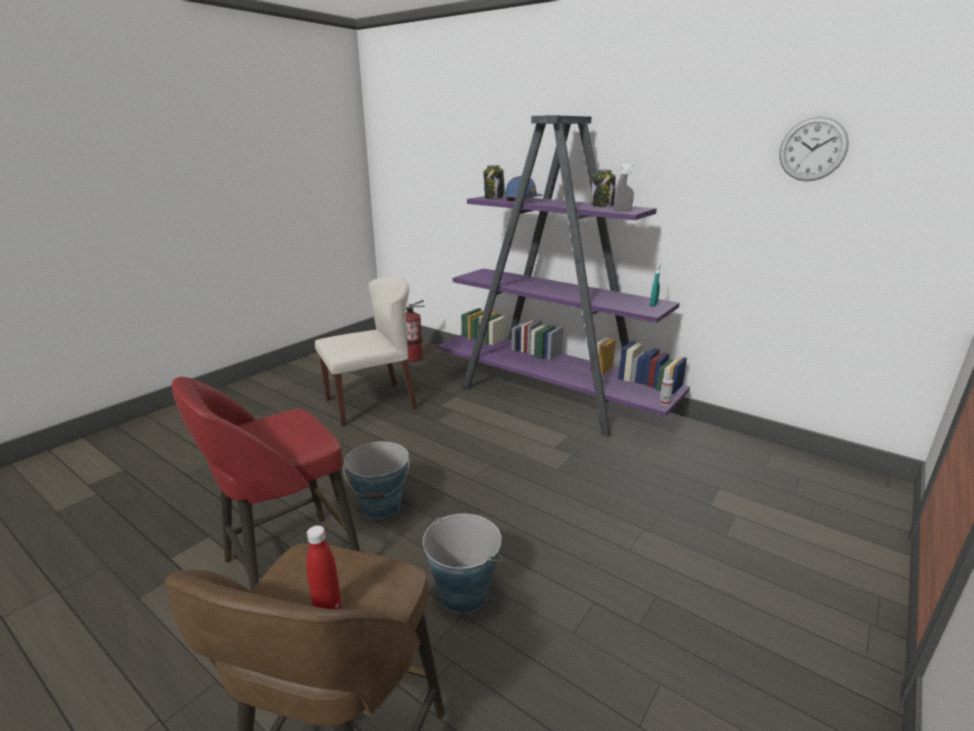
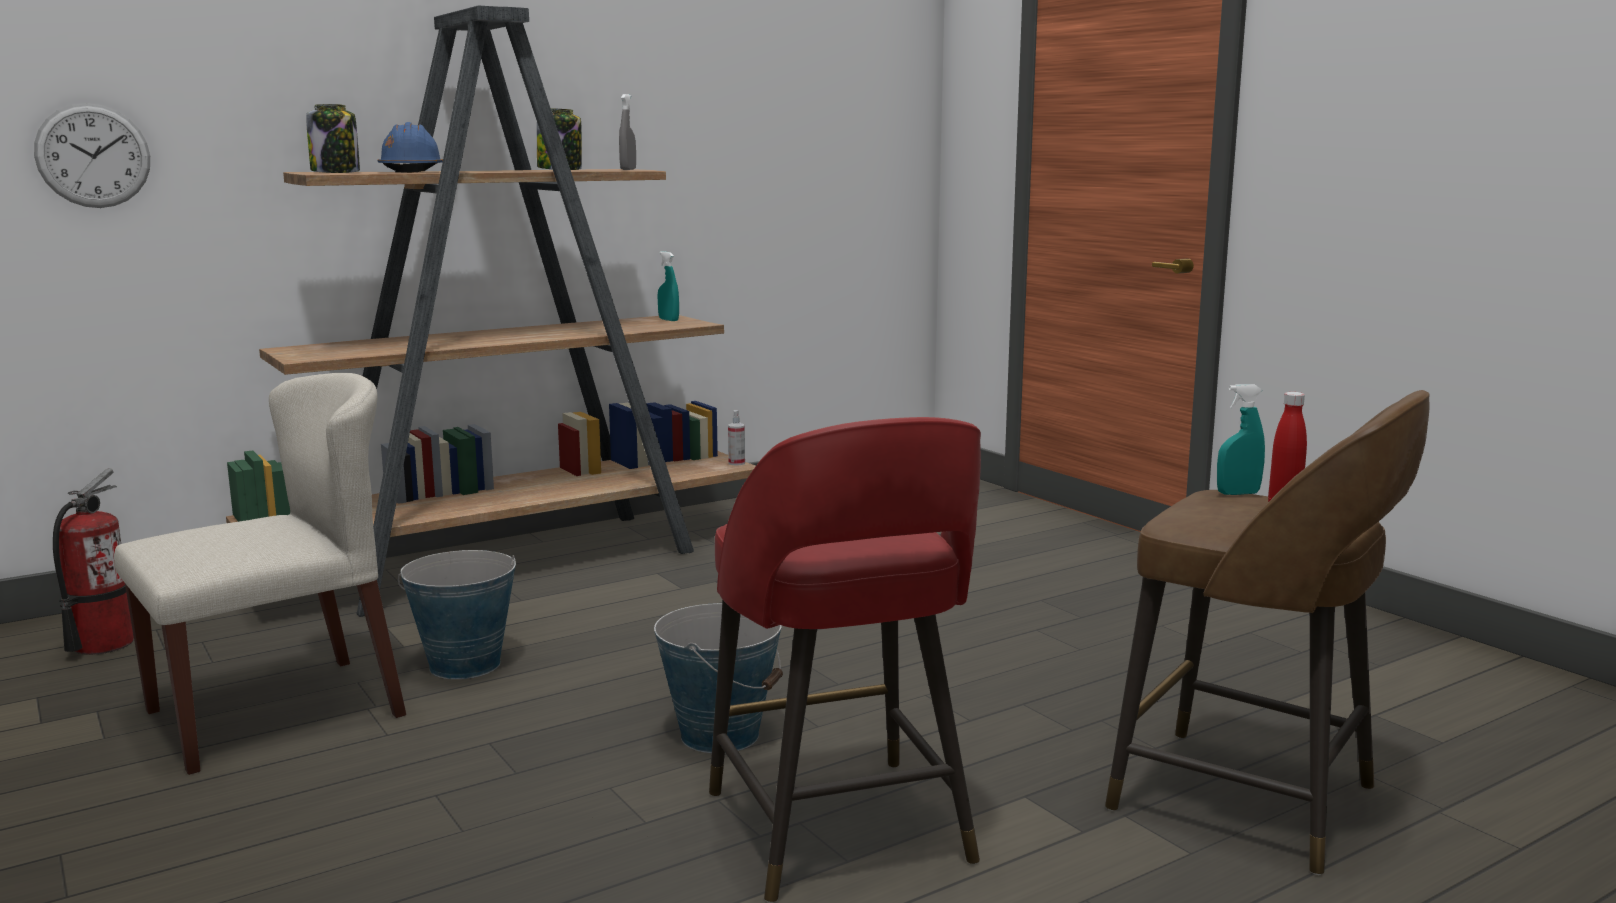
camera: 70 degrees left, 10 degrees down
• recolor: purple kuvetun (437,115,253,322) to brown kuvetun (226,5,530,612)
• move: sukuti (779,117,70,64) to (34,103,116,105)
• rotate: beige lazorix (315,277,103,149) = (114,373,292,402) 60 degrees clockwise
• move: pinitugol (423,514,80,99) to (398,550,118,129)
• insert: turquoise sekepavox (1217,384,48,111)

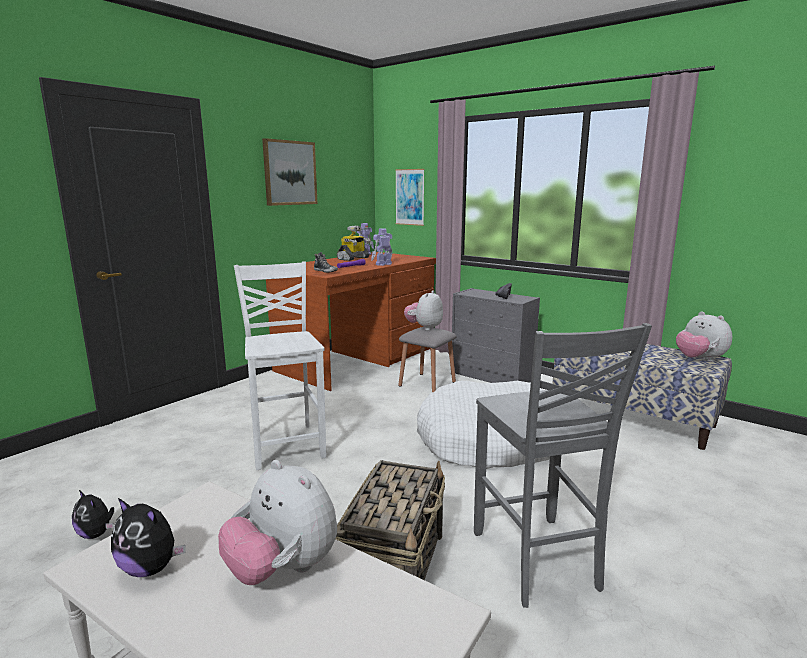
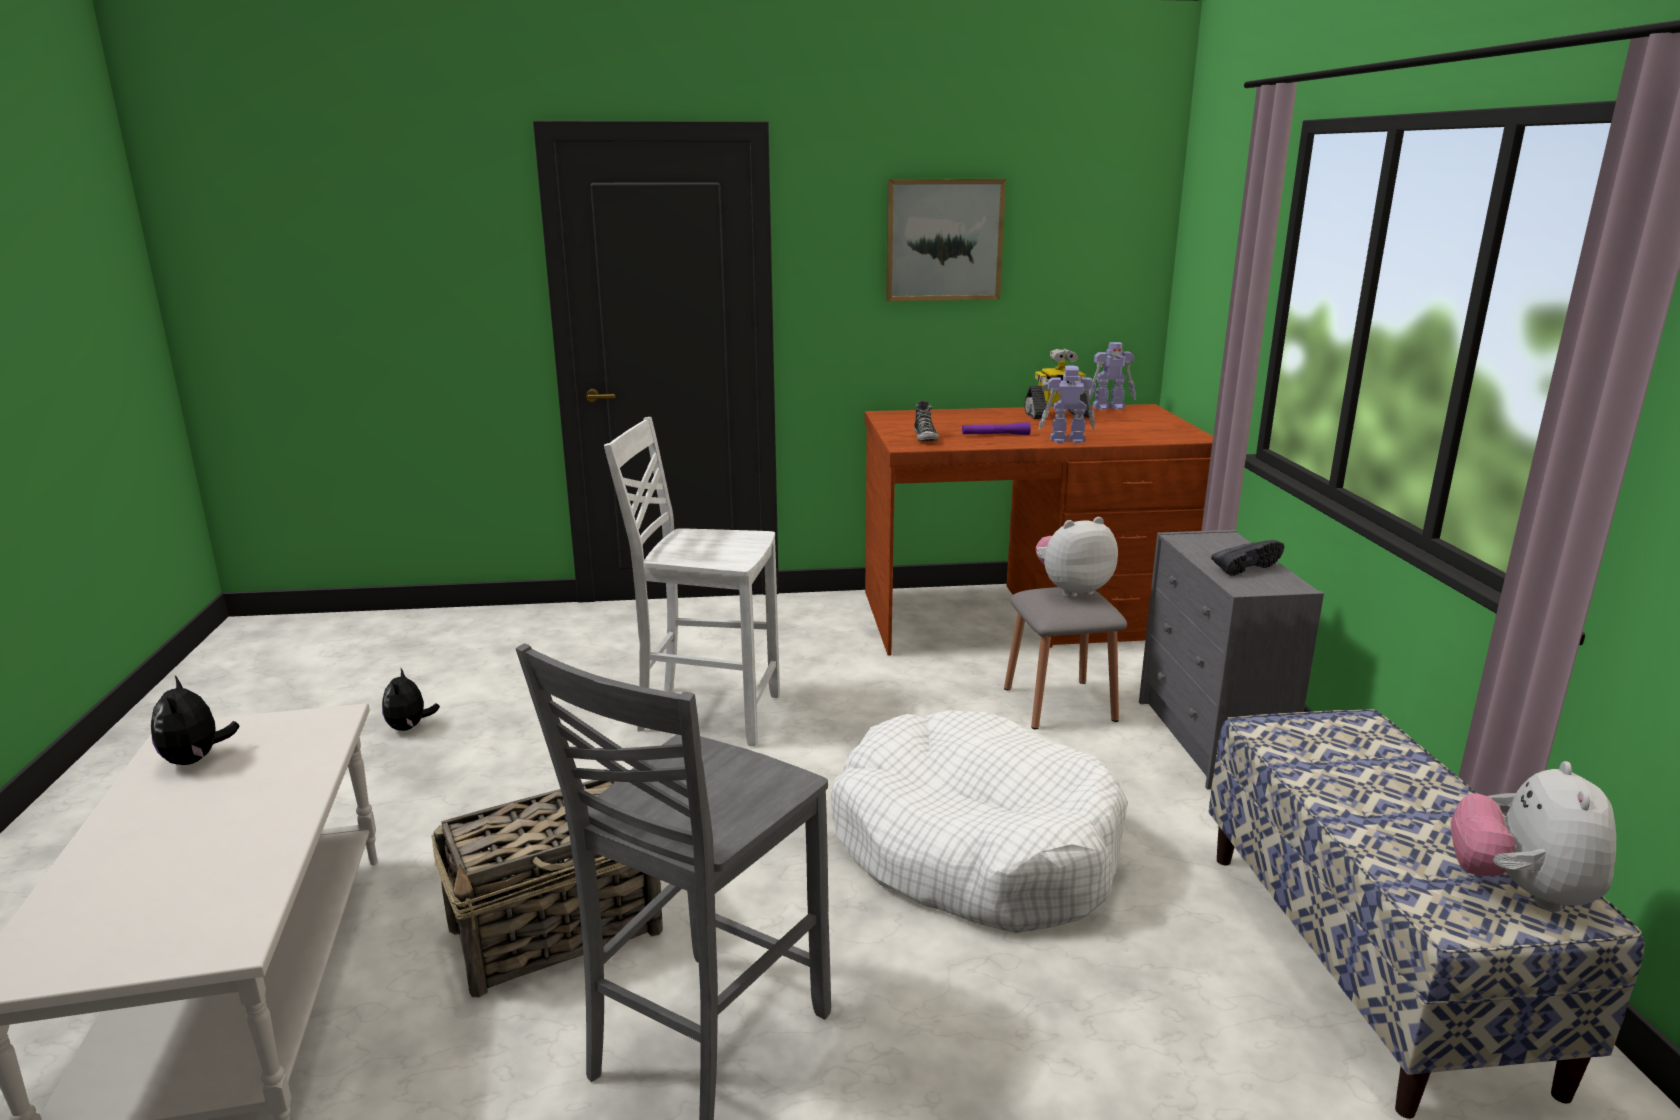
camera: 45 degrees right, 5 degrees up
• delete: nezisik (395,169,30,57)
• rotate: white lazorix (234,262,92,208) = (604,417,176,329) 105 degrees counterclockwise
• delete: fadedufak (218,460,119,125)

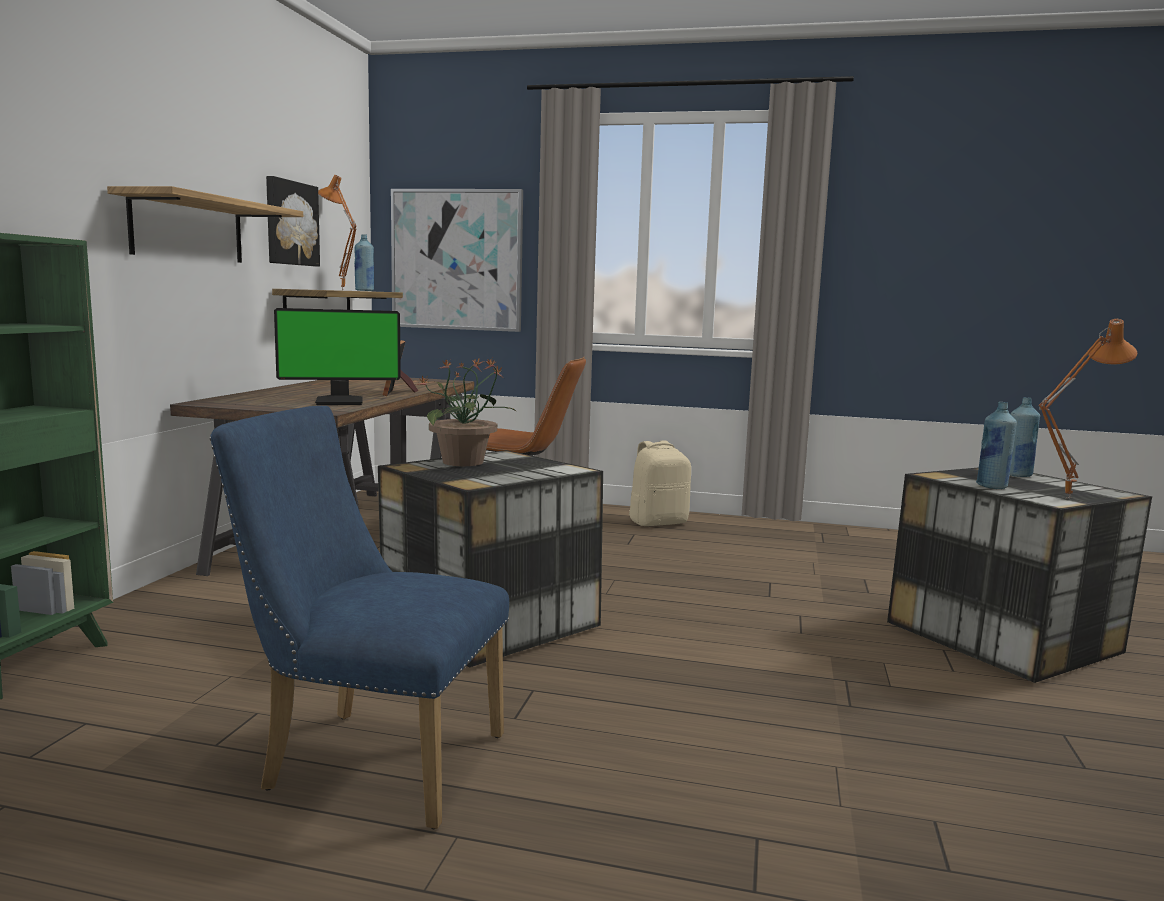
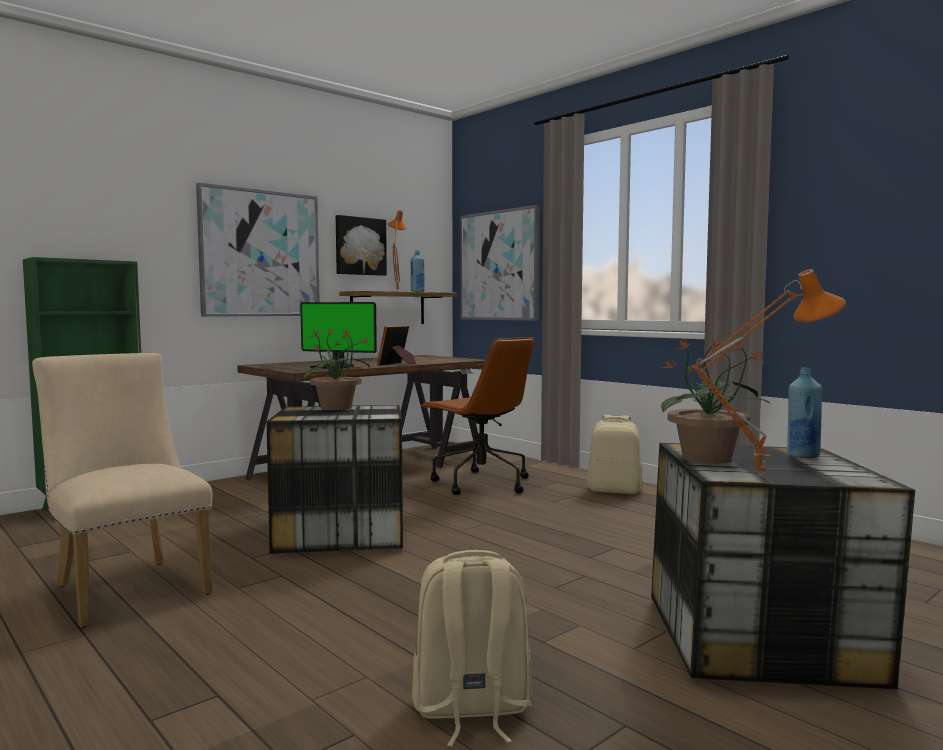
camera: 35 degrees right, 5 degrees down
• replace: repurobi (107,186,196,77) to nezisik (196,183,124,134)
• replace: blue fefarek (976,402,41,87) to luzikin (659,338,111,126)
• recolor: blue lazorix (209,406,300,423) to beige lazorix (32,353,180,275)
• insert: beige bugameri (412,550,121,196)

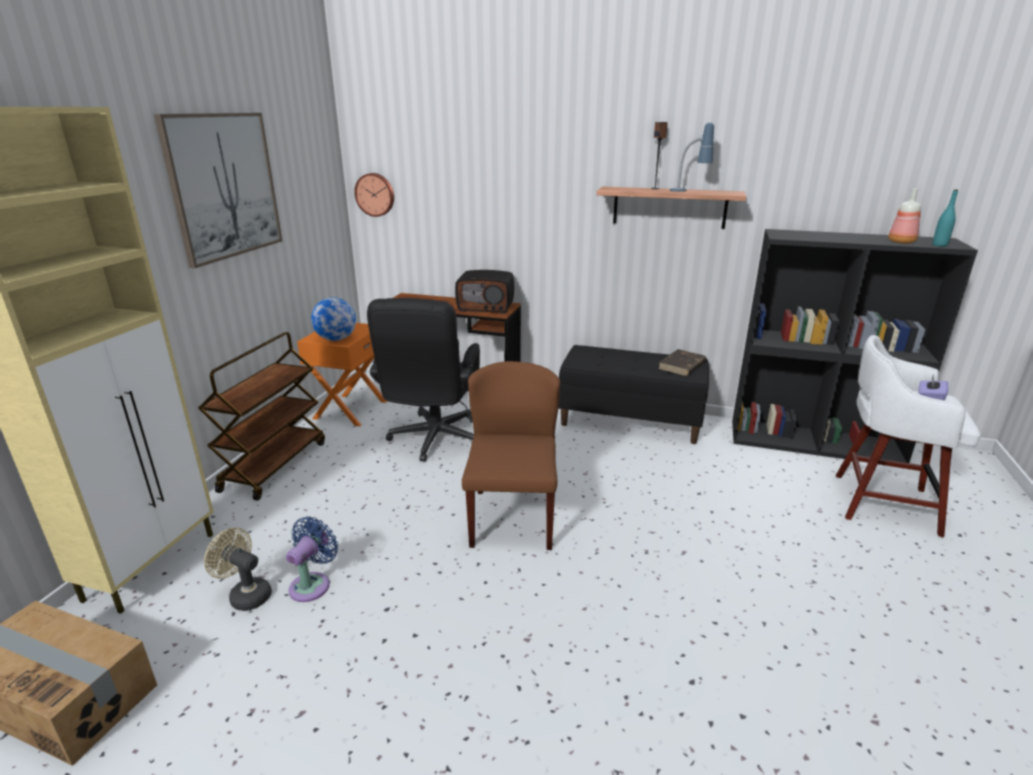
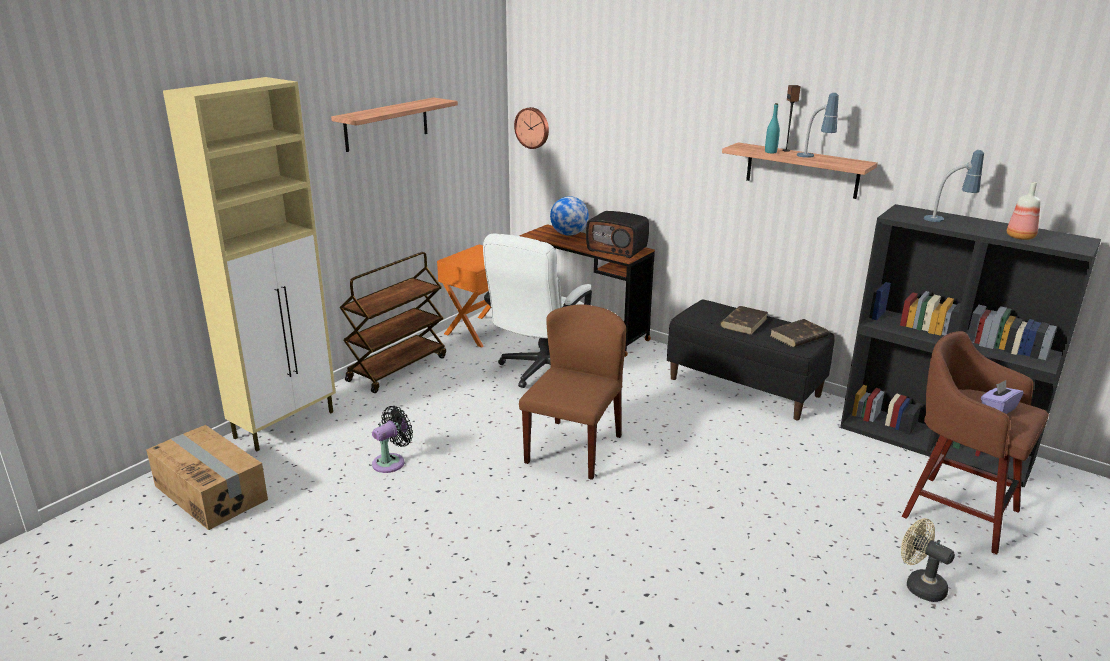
camera: 20 degrees right, 0 degrees up
• replace: nezisik (154,113,128,155) to repurobi (331,97,127,55)
• move: turquoise fefarek (932,190,26,57) to (765,103,15,50)
• move: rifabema (311,297,45,44) to (550,196,39,40)
• recolor: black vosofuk (367,298,113,164) to white vosofuk (483,233,109,155)
• recolor: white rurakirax (836,335,145,202) to brown rurakirax (902,331,147,223)
• recolor: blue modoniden (286,517,52,85) to black modoniden (372,406,41,67)
• move: beige modoniden (204,527,68,84) to (901,518,54,84)
• insert: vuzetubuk (924,150,60,72)
• insert: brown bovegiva (720,306,48,29)

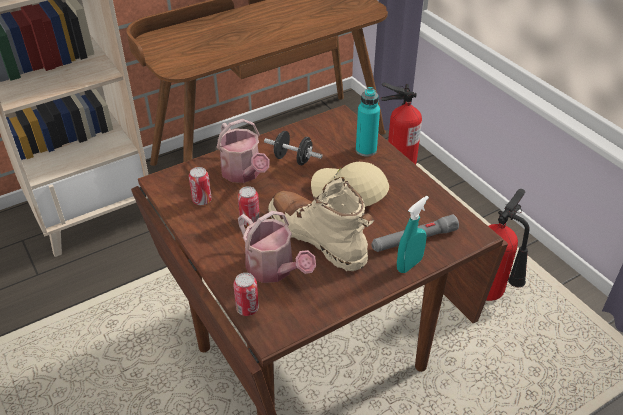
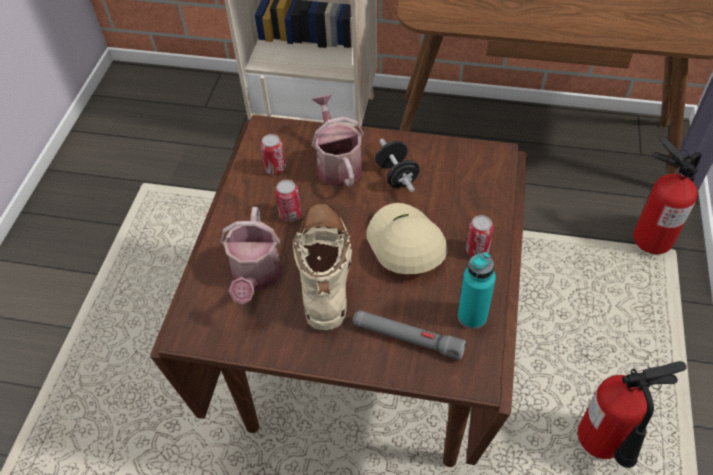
camera: 45 degrees right, 10 degrees up
• move: turquoise fefarek (356,87,24,70) to (458,252,38,77)
• rotate: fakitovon (217,119,53,64) = (312,94,52,93) 150 degrees clockwise
• delete: turquoise sekepavox (397,196,32,77)
• move: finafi (233,273,26,43) to (466,215,28,42)

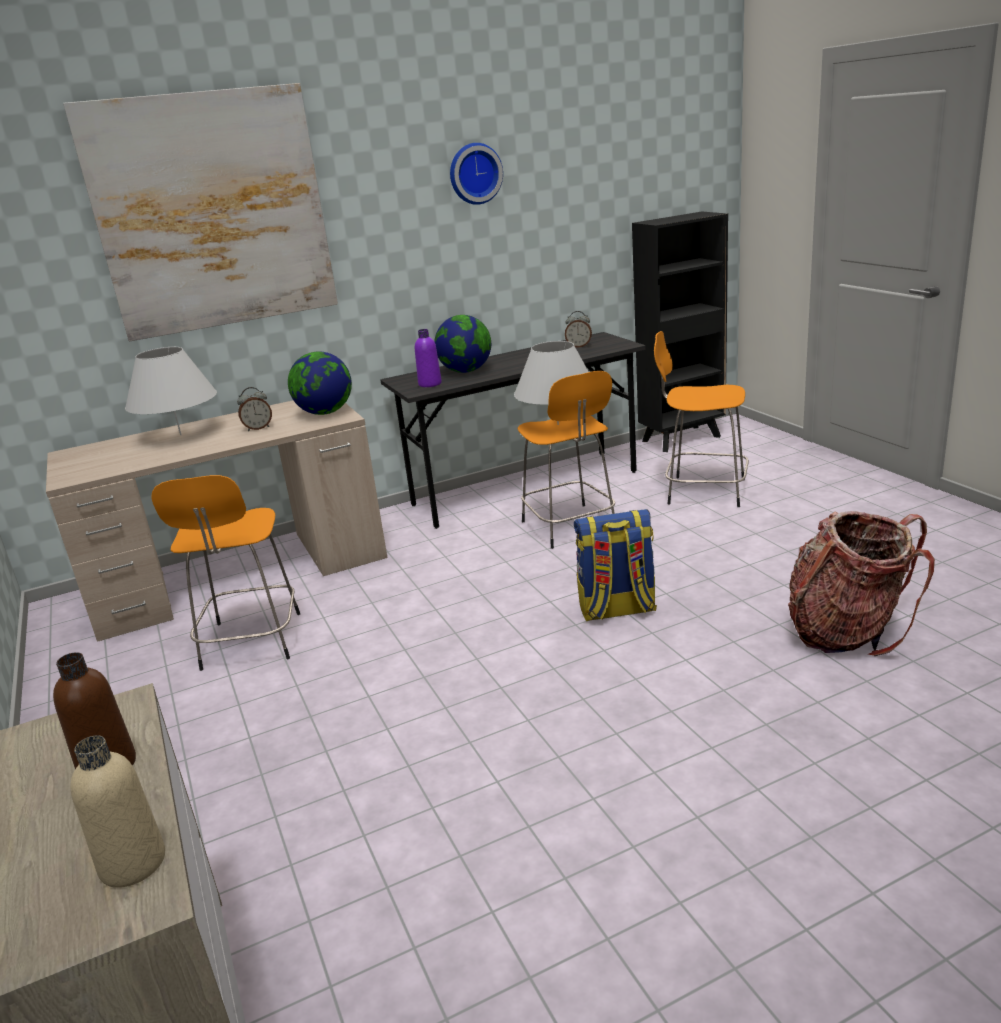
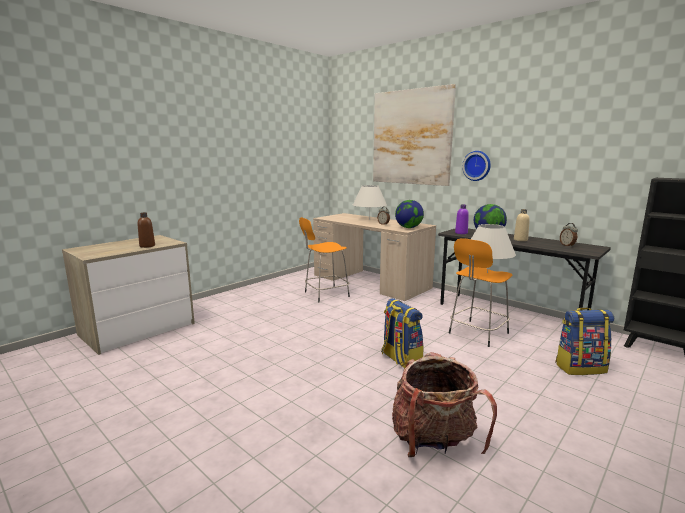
camera: 65 degrees right, 10 degrees down
• move: sukuti (450,143,53,62) to (462,151,29,30)
• replace: orange rurakirax (654,331,95,176) to bugameri (555,308,59,67)
• move: beige fefarek (70,735,95,153) to (514,209,16,32)

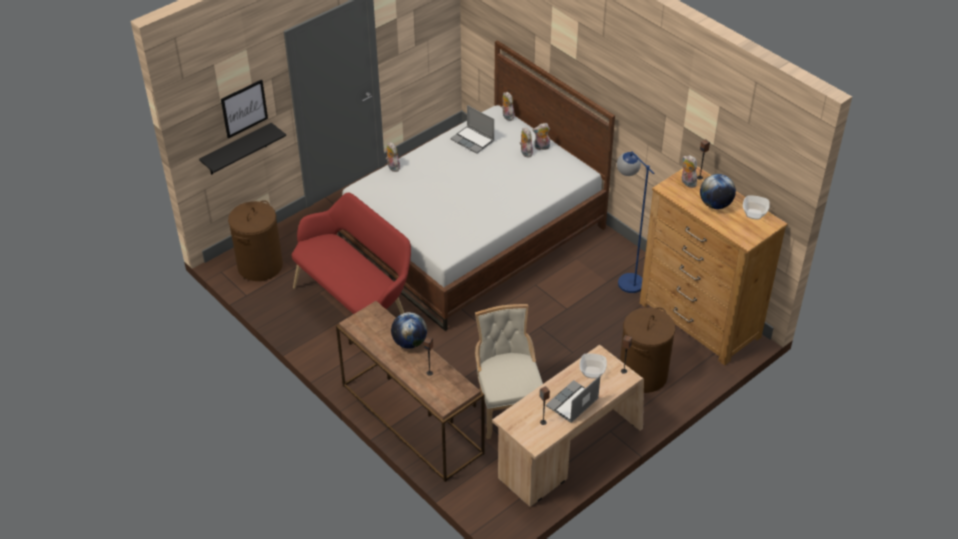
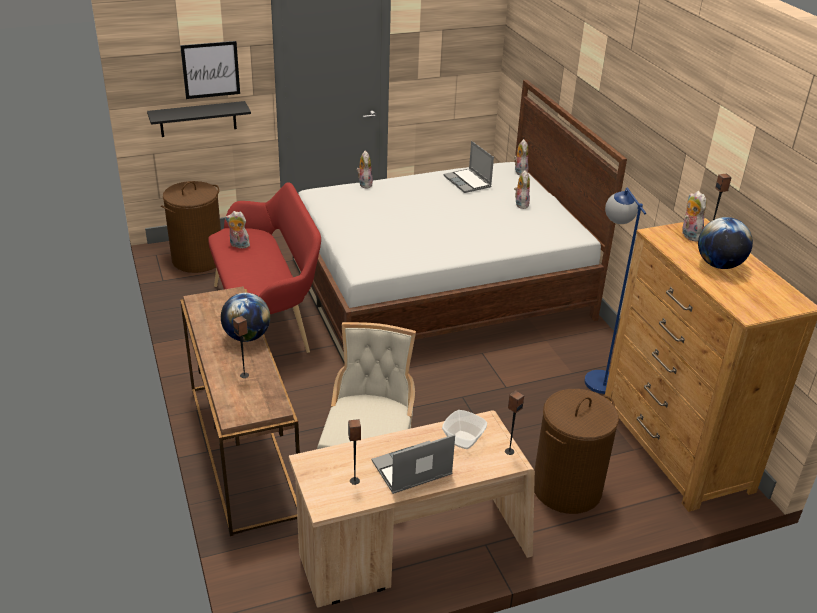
camera: 20 degrees right, 10 degrees down
• move: fadedufak (533,123,17,27) to (225,211,25,38)
• delete: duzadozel (743,195,27,25)

